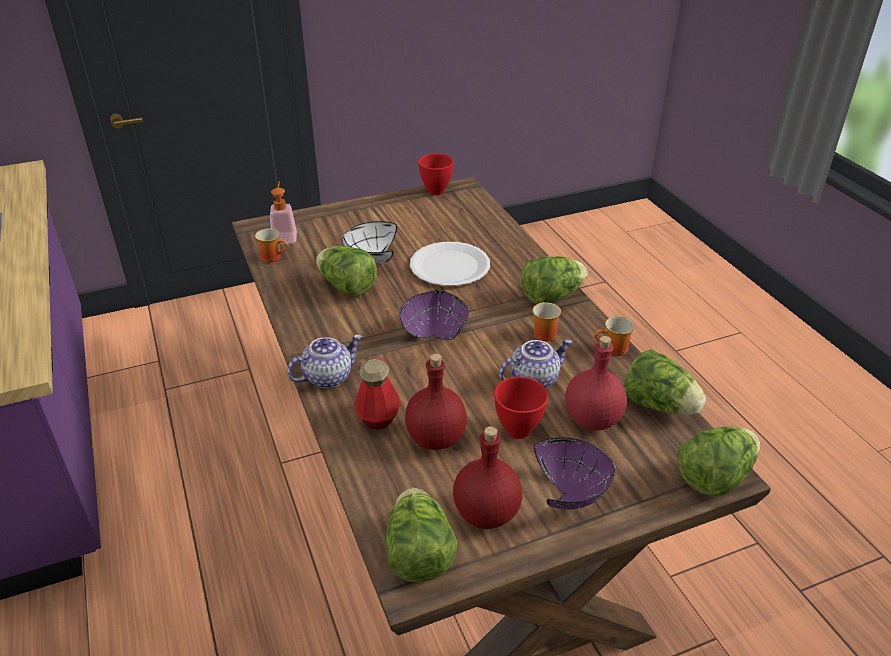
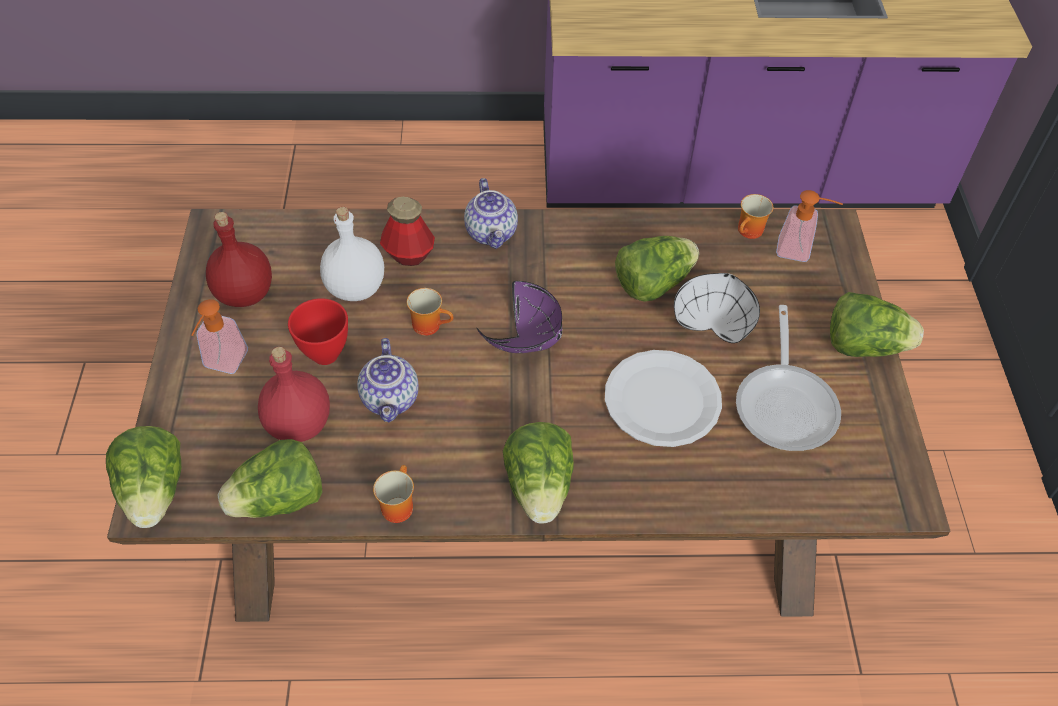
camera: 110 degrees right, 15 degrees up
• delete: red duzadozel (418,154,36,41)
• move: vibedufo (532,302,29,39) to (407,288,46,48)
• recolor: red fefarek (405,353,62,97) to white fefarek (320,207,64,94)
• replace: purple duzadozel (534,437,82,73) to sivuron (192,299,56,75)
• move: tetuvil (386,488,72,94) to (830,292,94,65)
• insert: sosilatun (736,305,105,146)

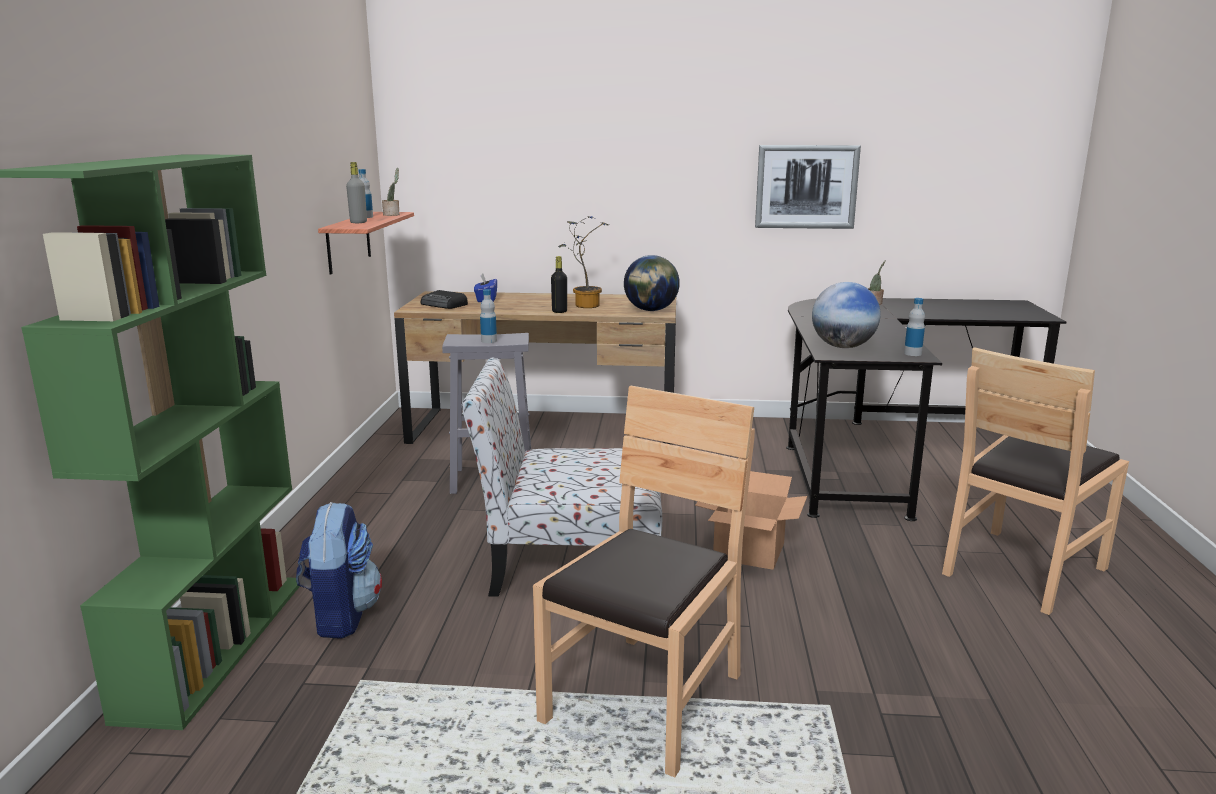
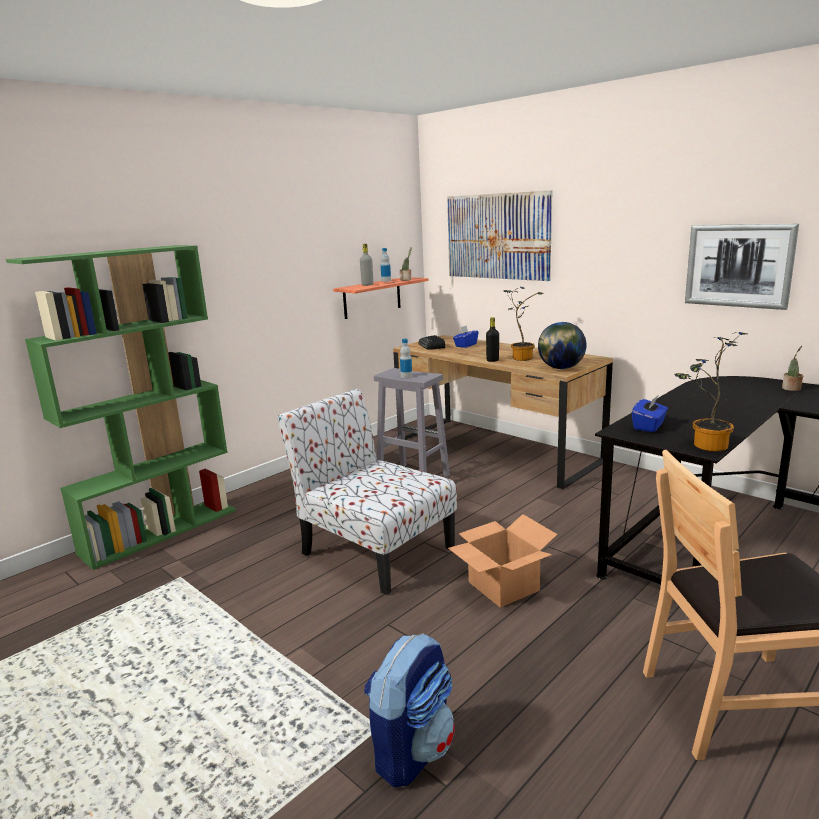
camera: 40 degrees right, 0 degrees up
• replace: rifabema (812,282,69,66) to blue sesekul (632,395,36,37)
• replace: fefarek (904,298,21,58) to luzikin (674,332,73,119)
• delete: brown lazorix (533,385,222,393)
• move: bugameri (296,502,86,137) to (364,633,91,154)
• insert: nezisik (447,190,105,91)

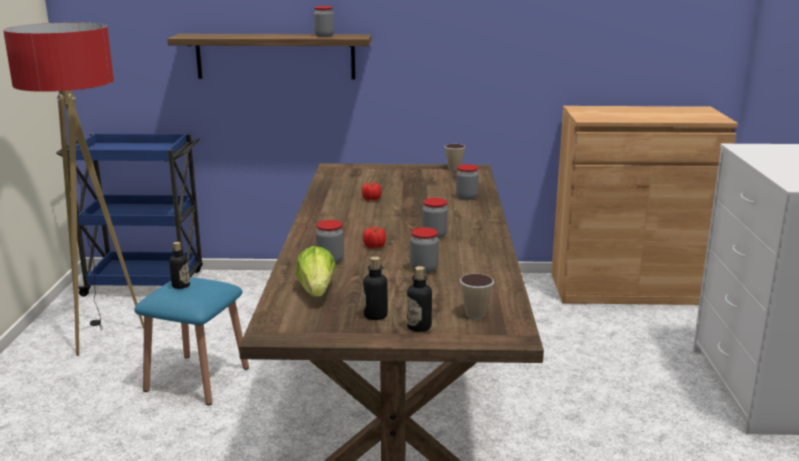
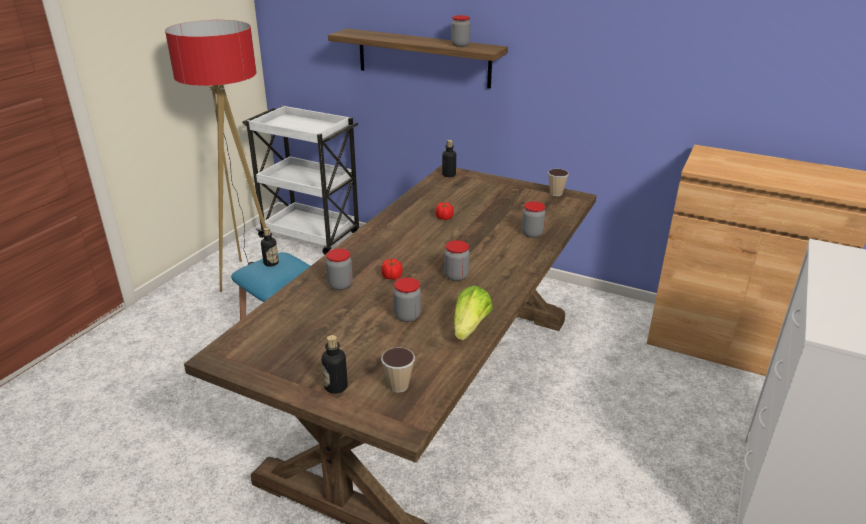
camera: 25 degrees right, 10 degrees up
• recolor: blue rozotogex (56,133,147,164) to white rozotogex (242,105,117,150)
• move: tetuvil (296,246,40,51) to (454,285,39,55)
• move: fefarek (363,256,25,64) to (442,140,14,37)

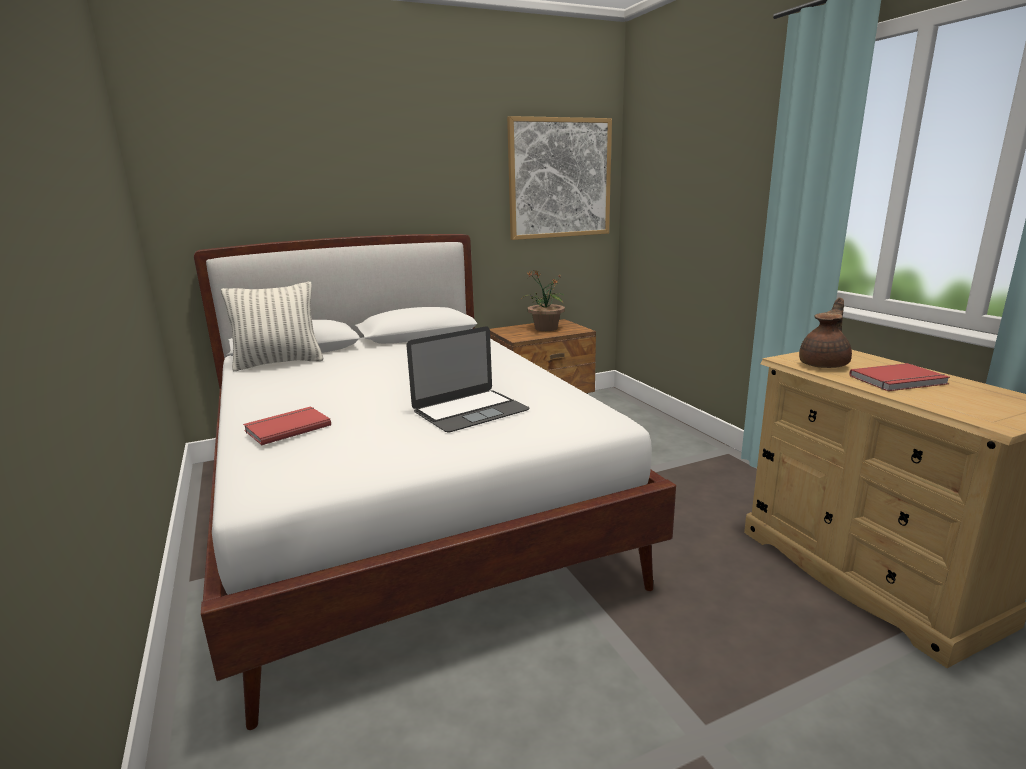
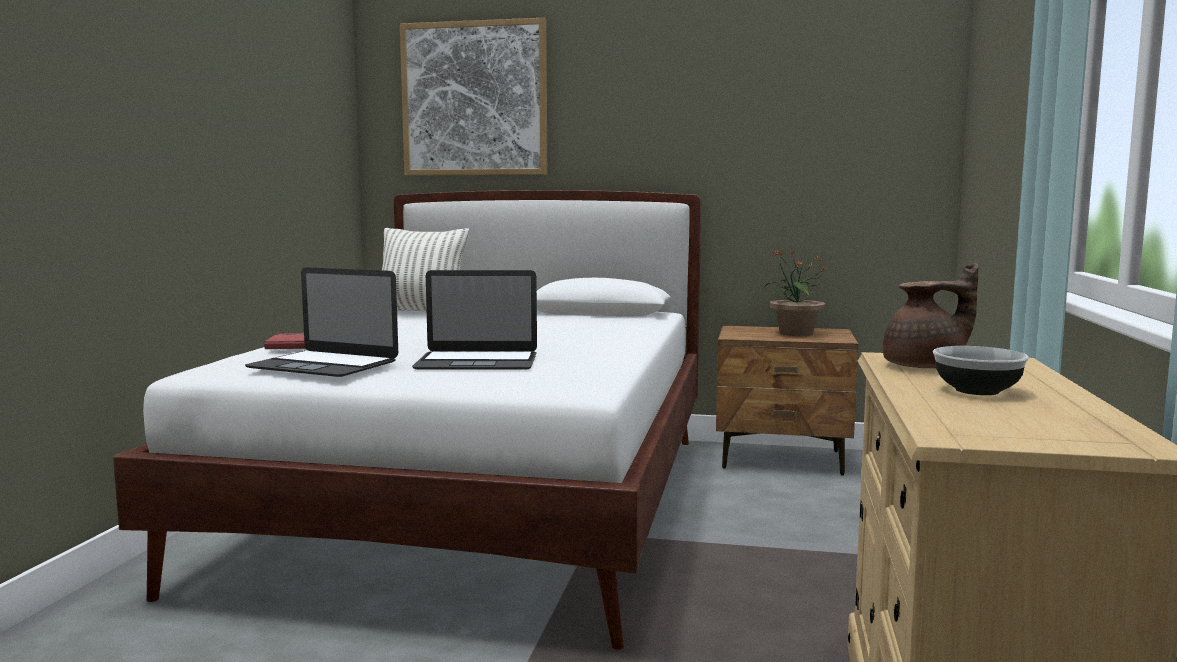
camera: 35 degrees right, 10 degrees down
• move: nezisik (507,116,105,124) to (400,18,147,157)
• replace: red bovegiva (849,363,101,28) to duzadozel (933,346,96,49)
• insert: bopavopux (245,267,153,110)

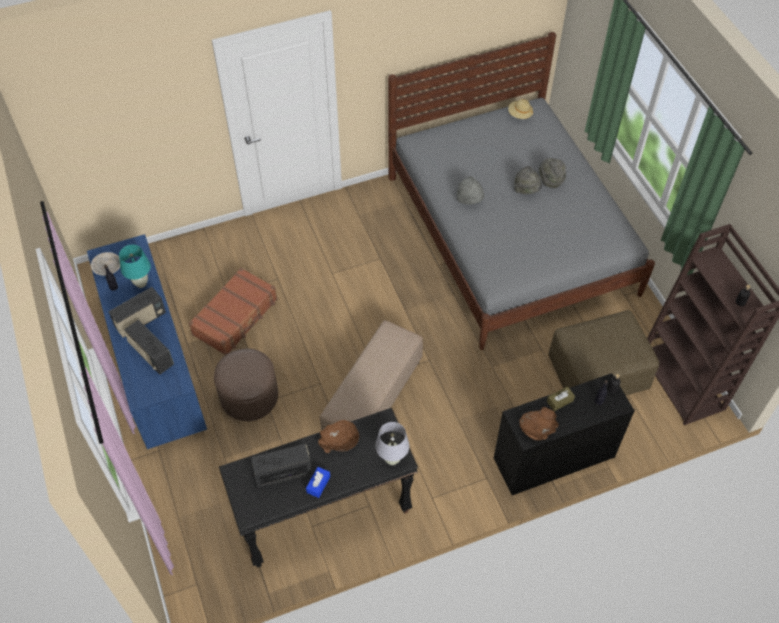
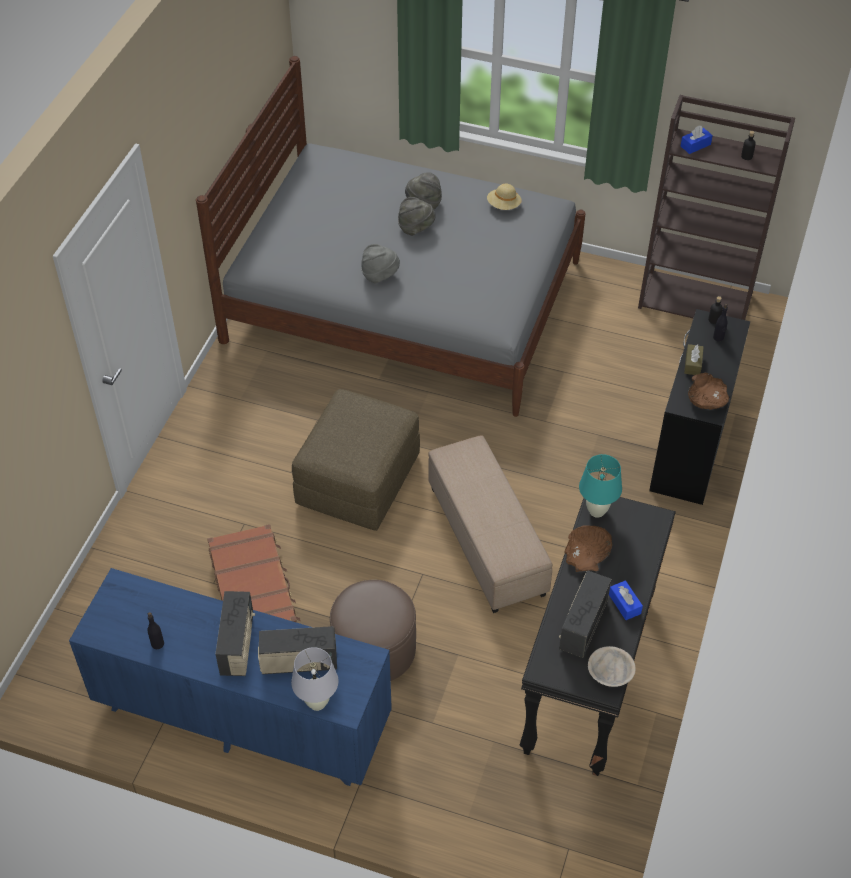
camera: 50 degrees left, 5 degrees down
• move: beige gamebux (508,99,25,20) to (487,184,35,26)
• move: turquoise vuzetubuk (119,245,32,43) to (579,454,43,64)
• move: beige duzadozel (91,252,29,24) to (588,646,47,41)
• move: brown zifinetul (549,310,110,85) to (292,389,128,142)
• move: white vuzetubuk (375,422,34,43) to (291,647,47,64)
• insert: blue sesekul (681,126,32,28)

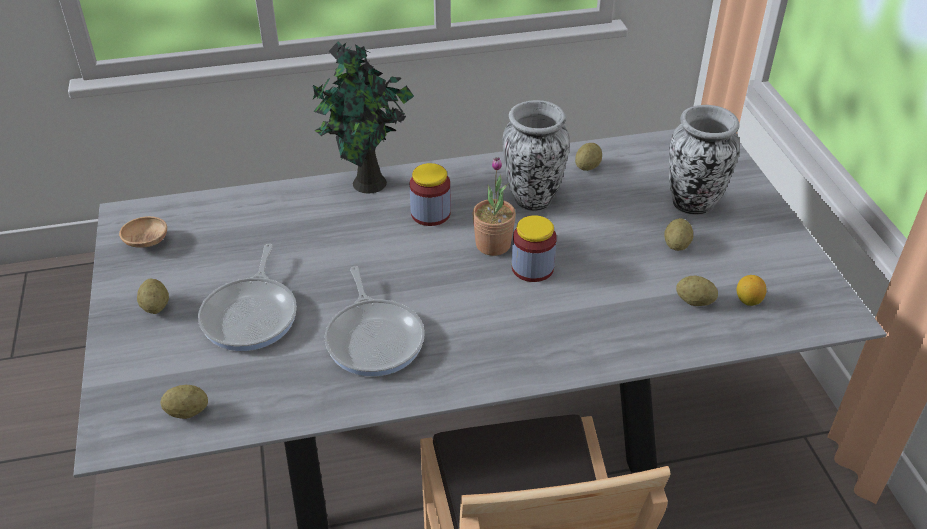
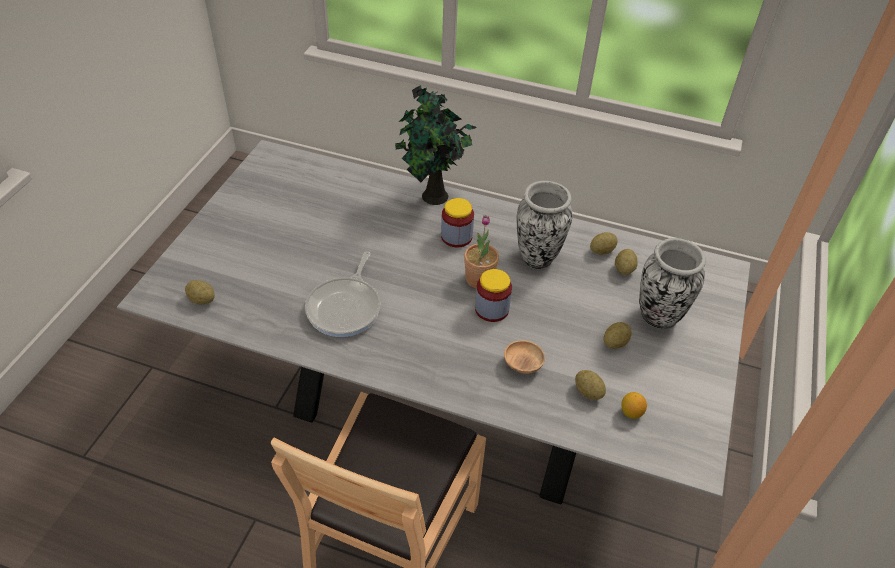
camera: 30 degrees right, 5 degrees up
• move: brown duzadozel (119,216,48,32) to (504,340,41,34)
• delete: sosilatun (198,244,99,107)
• move: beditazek (137,279,32,35) to (615,249,23,26)

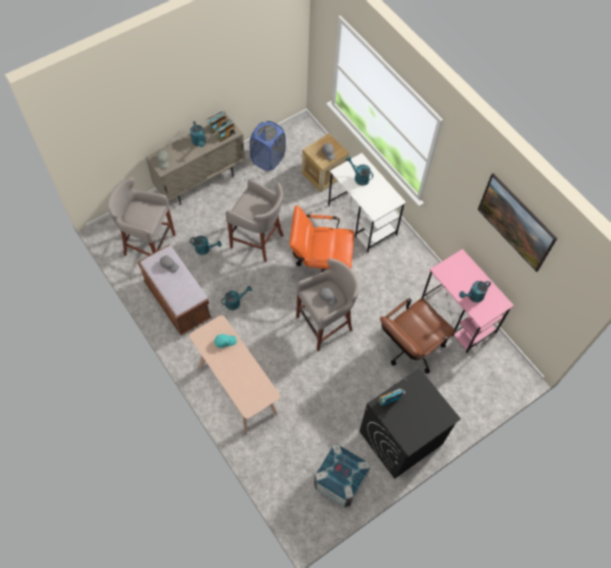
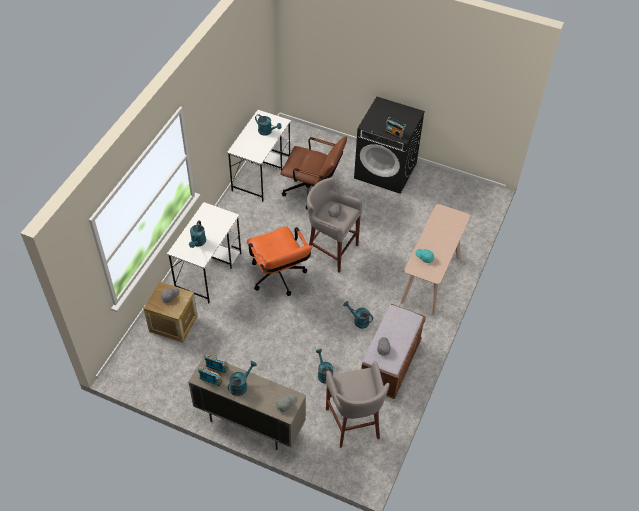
camera: 120 degrees left, 10 degrees down
• delete: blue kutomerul (250,121,35,50)
• delete: nezisik (478,173,79,99)
• delete: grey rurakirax (226,179,57,83)
• recolor: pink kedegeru (422,249,92,104) to white kedegeru (227,110,64,92)
• delete: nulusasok (314,444,56,64)

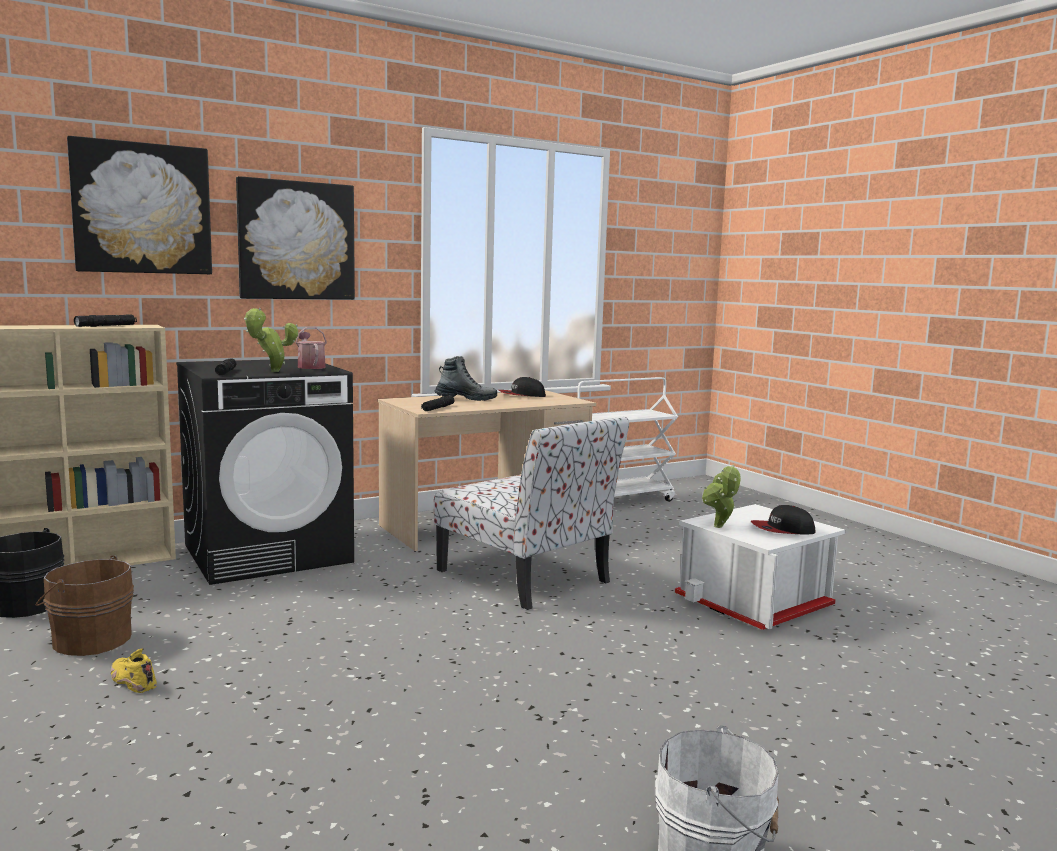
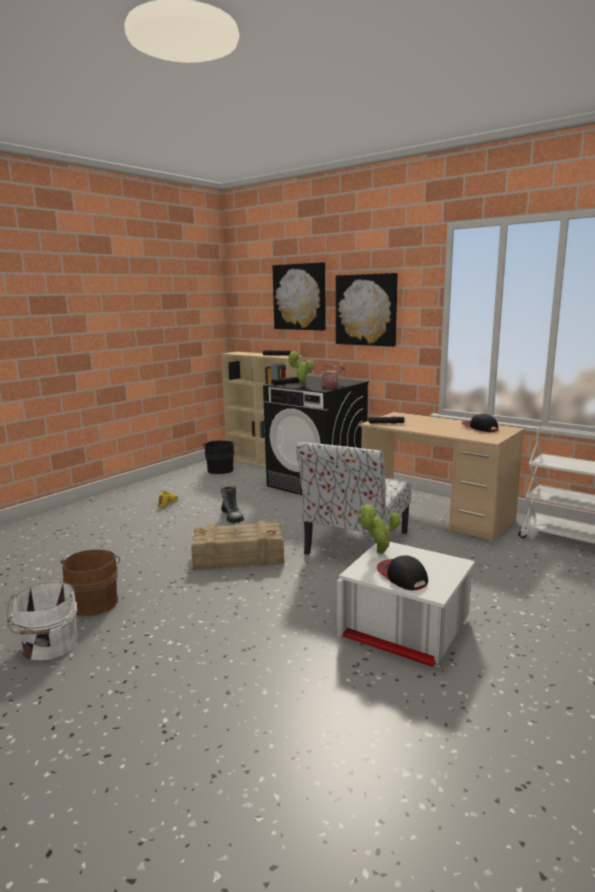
camera: 70 degrees right, 5 degrees up
• move: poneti (435,356,62,45) to (220,486,24,37)
• move: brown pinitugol (36,555,98,101) to (60,549,60,67)
• insert: nulusasok (191,520,93,51)

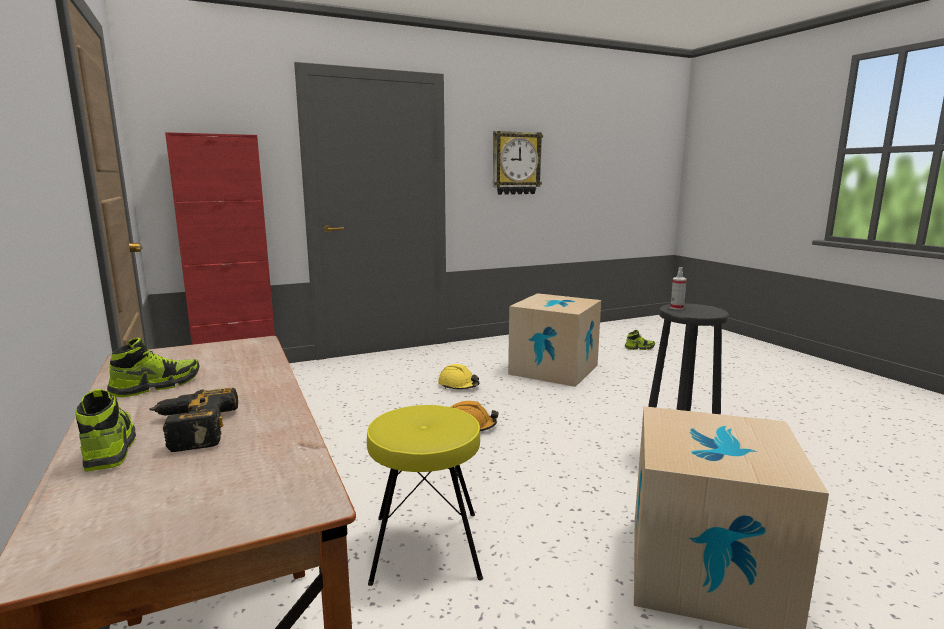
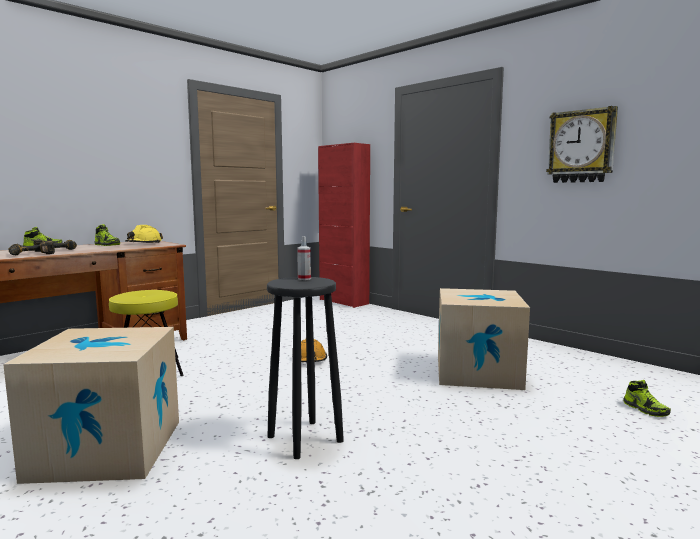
camera: 70 degrees right, 5 degrees down
• move: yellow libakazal (438,364,42,25) to (125,225,38,18)
• insert: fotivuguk (8,241,47,14)

